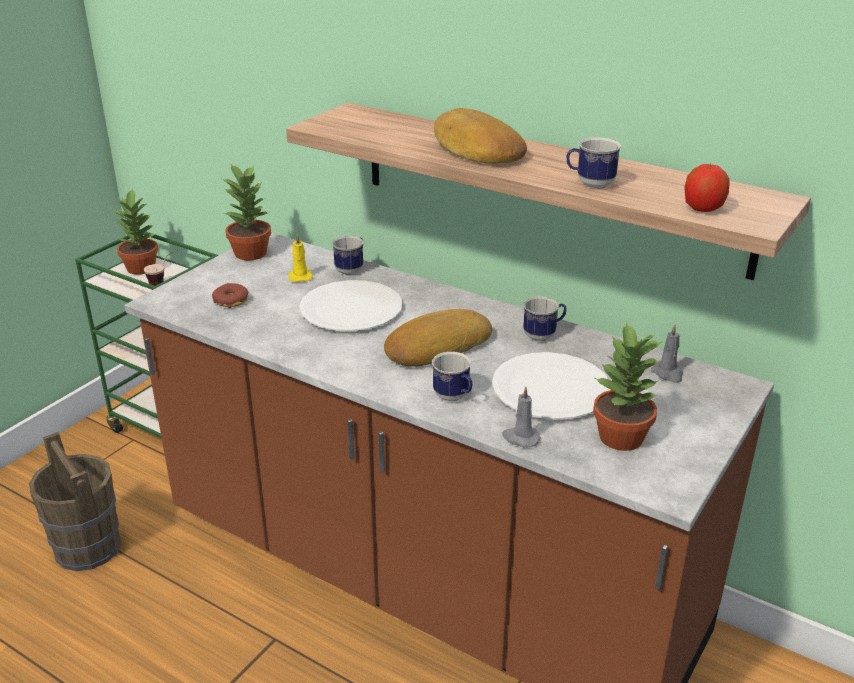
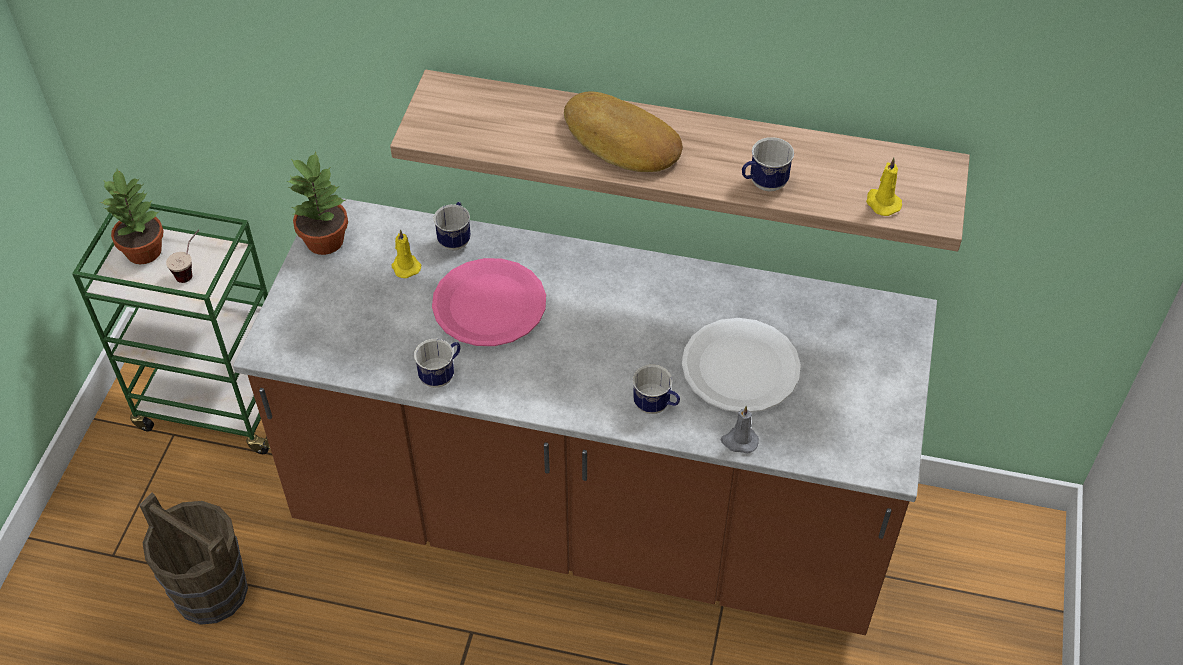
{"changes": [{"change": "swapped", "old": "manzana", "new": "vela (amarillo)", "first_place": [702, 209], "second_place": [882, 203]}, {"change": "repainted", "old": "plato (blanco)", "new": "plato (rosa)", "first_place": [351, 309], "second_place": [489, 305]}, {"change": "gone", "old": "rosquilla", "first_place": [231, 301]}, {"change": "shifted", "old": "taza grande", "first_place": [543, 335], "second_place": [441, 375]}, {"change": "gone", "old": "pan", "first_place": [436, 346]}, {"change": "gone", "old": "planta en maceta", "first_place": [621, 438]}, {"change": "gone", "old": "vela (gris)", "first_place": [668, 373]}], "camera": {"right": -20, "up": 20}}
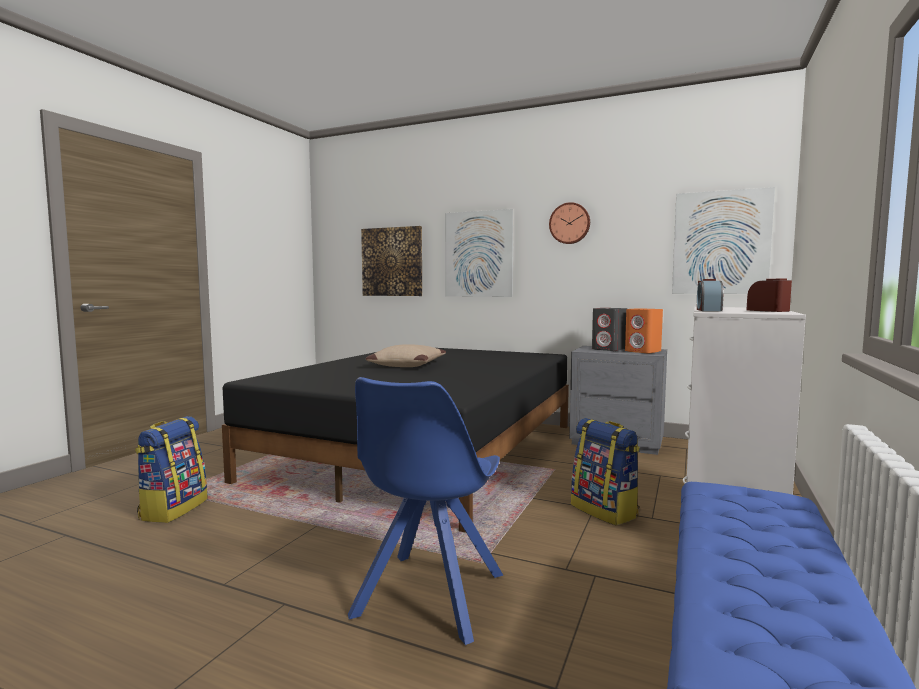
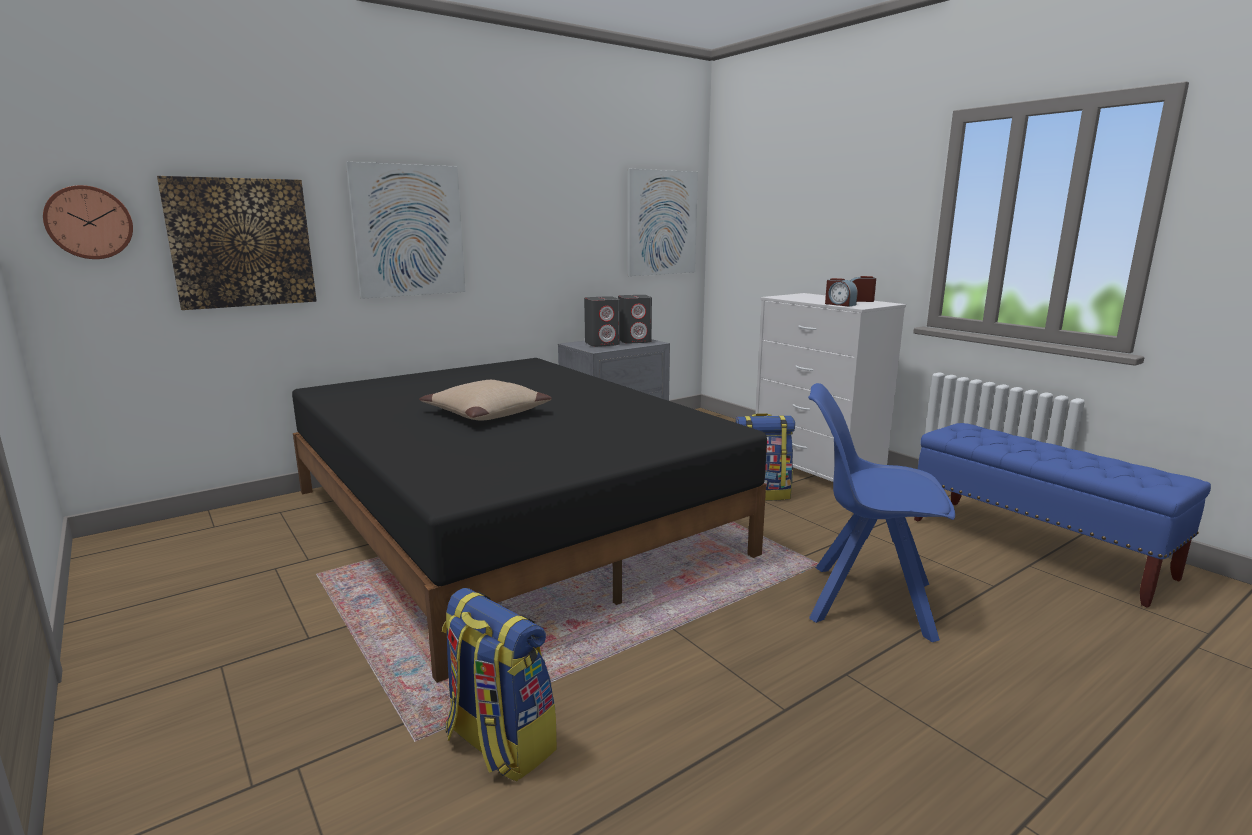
{"changes": [{"change": "shifted", "old": "reloj de pared", "first_place": [570, 223], "second_place": [89, 222]}, {"change": "repainted", "old": "altavoz (naranja)", "new": "altavoz (gris)", "first_place": [643, 351], "second_place": [635, 341]}, {"change": "rotated", "old": "silla (azul)", "first_place": [427, 597], "second_place": [866, 600], "degrees": 150}], "camera": {"right": -60, "up": 10}}
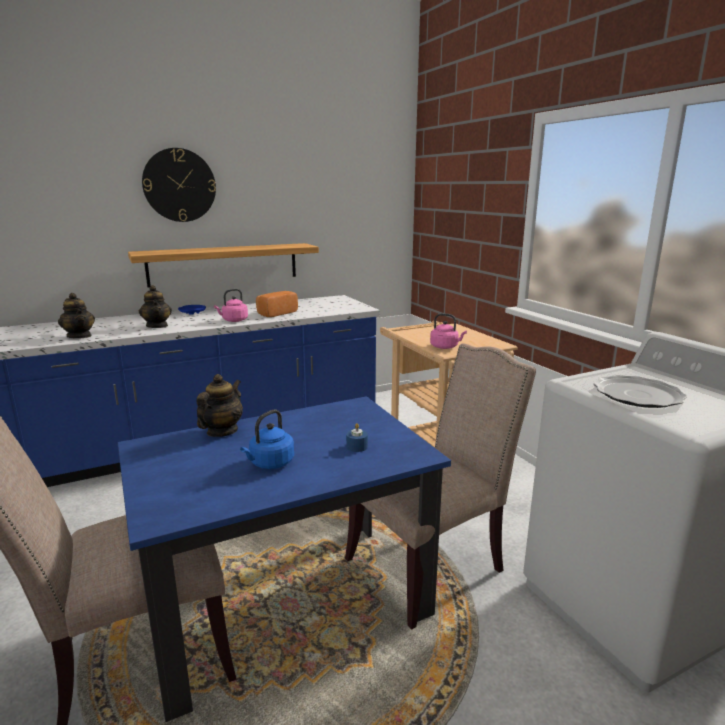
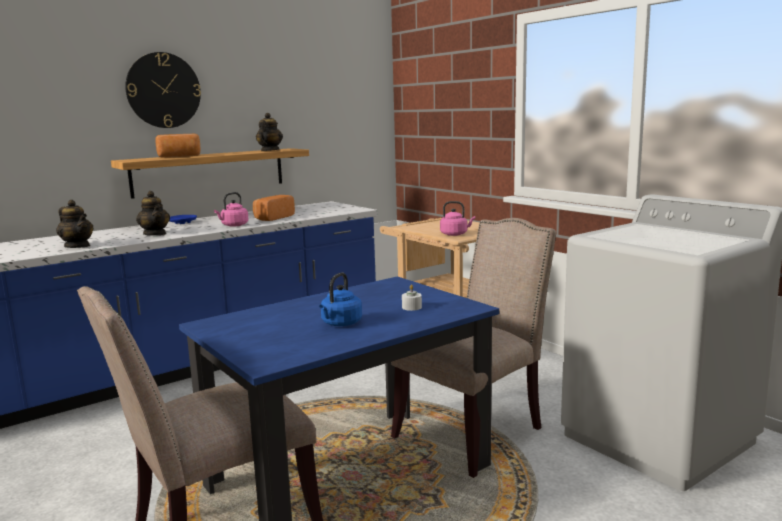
{"changes": [{"change": "shifted", "old": "tetera", "first_place": [222, 431], "second_place": [269, 151]}, {"change": "gone", "old": "plato", "first_place": [638, 395]}, {"change": "repainted", "old": "vela (azul)", "new": "vela (blanco)", "first_place": [357, 446], "second_place": [411, 307]}, {"change": "new", "new": "pan", "second_place": [179, 156]}], "camera": {"right": -10, "up": -5}}
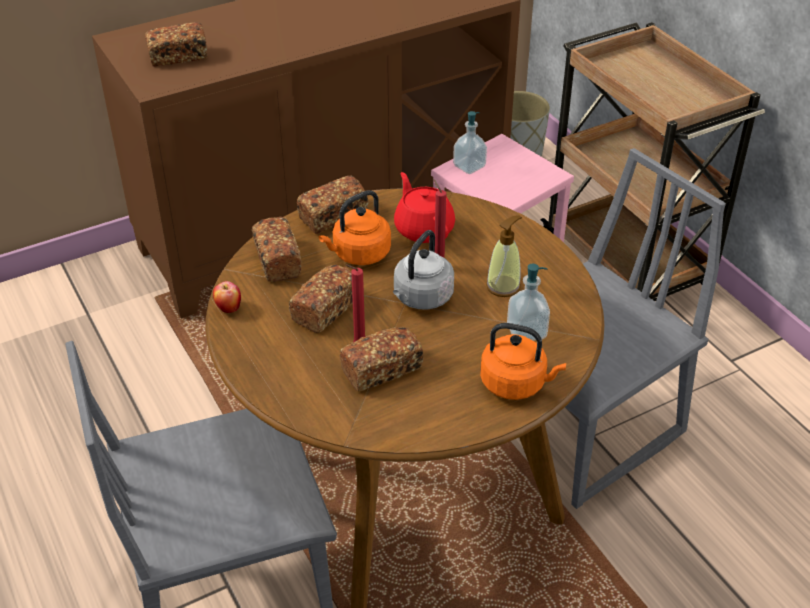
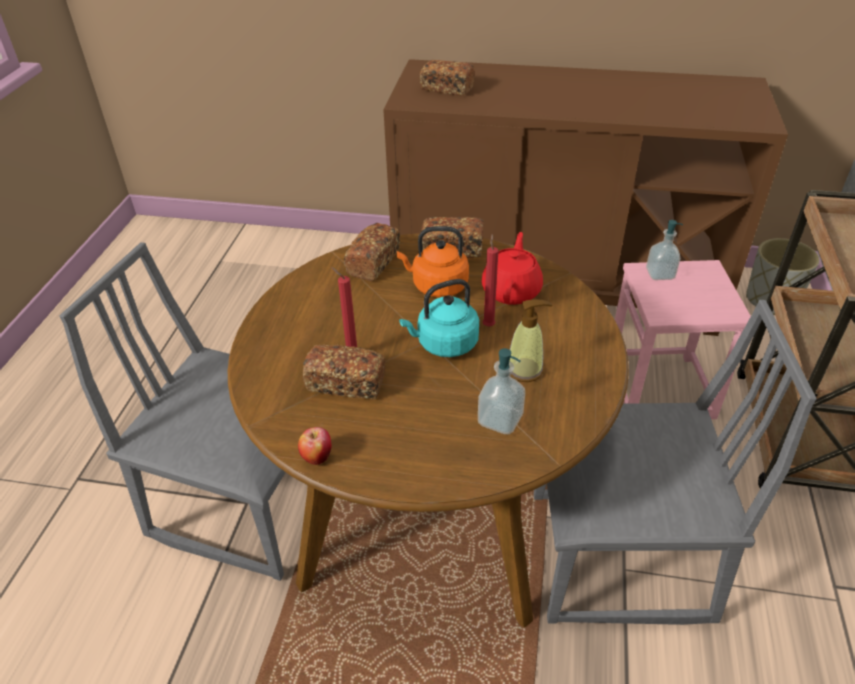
{"changes": [{"change": "repainted", "old": "hervidor (gris)", "new": "hervidor (turquesa)", "first_place": [421, 298], "second_place": [444, 344]}, {"change": "gone", "old": "pan", "first_place": [326, 309]}, {"change": "shifted", "old": "manzana", "first_place": [228, 308], "second_place": [317, 457]}, {"change": "gone", "old": "hervidor (naranja)", "first_place": [516, 384]}], "camera": {"right": 40, "up": 0}}
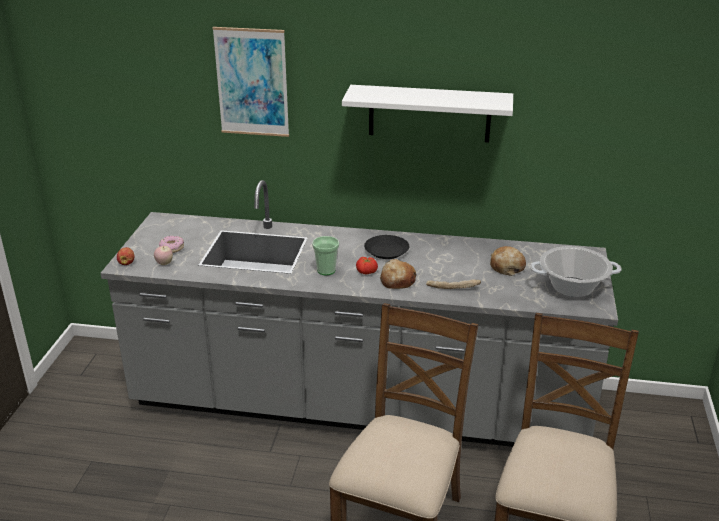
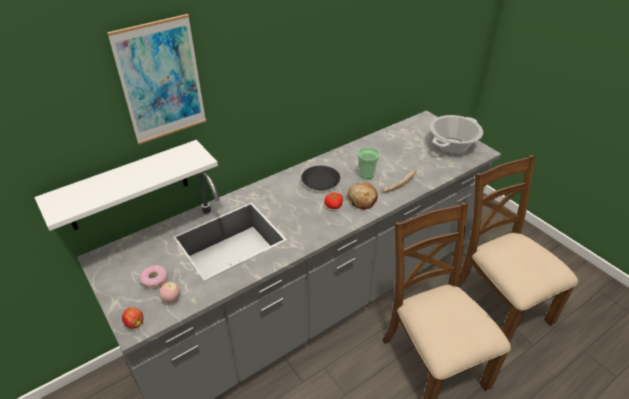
{"changes": [{"change": "shifted", "old": "estante (blanco)", "first_place": [429, 113], "second_place": [127, 186]}, {"change": "shifted", "old": "taza", "first_place": [326, 270], "second_place": [366, 175]}, {"change": "gone", "old": "pan", "first_place": [506, 267]}], "camera": {"right": -45, "up": 10}}
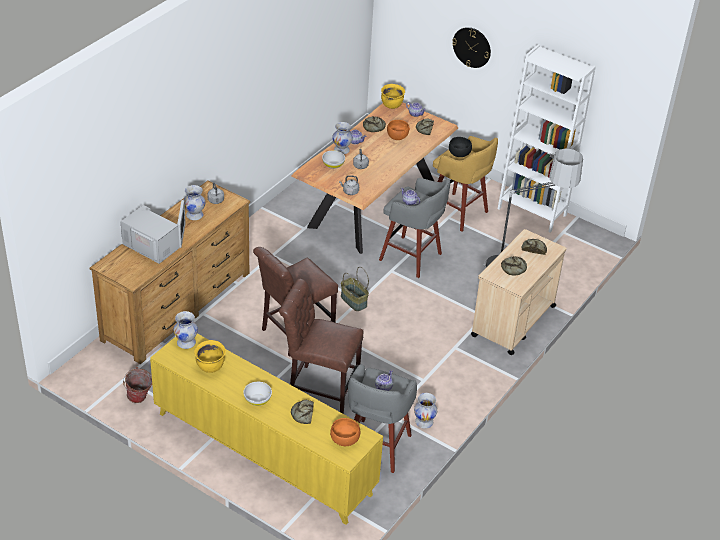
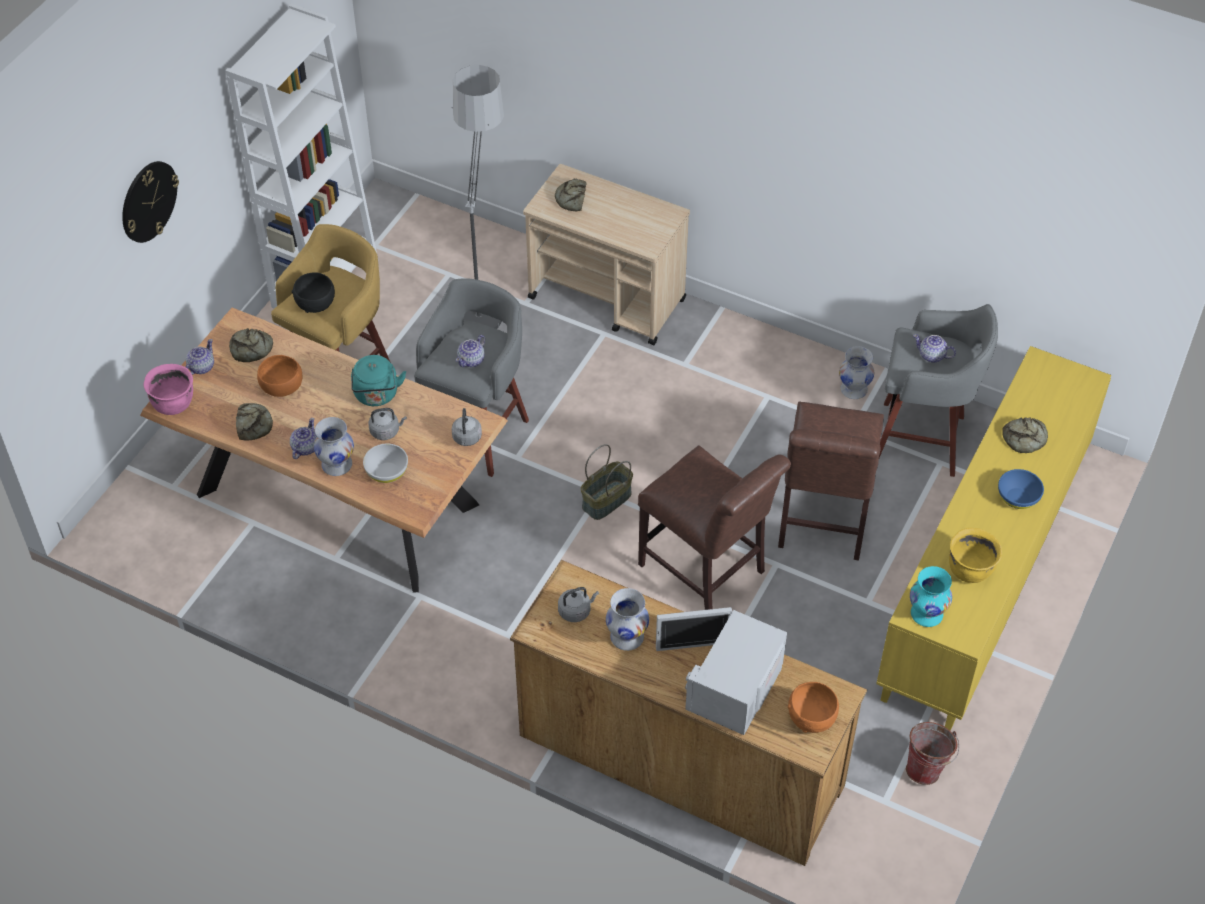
{"changes": [{"change": "repainted", "old": "olla (amarillo)", "new": "olla (rosa)", "first_place": [392, 105], "second_place": [173, 404]}, {"change": "gone", "old": "pan", "first_place": [514, 268]}, {"change": "repainted", "old": "florero (blanco)", "new": "florero (turquesa)", "first_place": [186, 342], "second_place": [926, 613]}, {"change": "repainted", "old": "cuenco (blanco)", "new": "cuenco (azul)", "first_place": [257, 399], "second_place": [1017, 498]}, {"change": "shifted", "old": "cuenco (naranja)", "first_place": [345, 440], "second_place": [811, 717]}, {"change": "new", "new": "hervidor (turquesa)", "second_place": [377, 396]}], "camera": {"right": -95, "up": 10}}
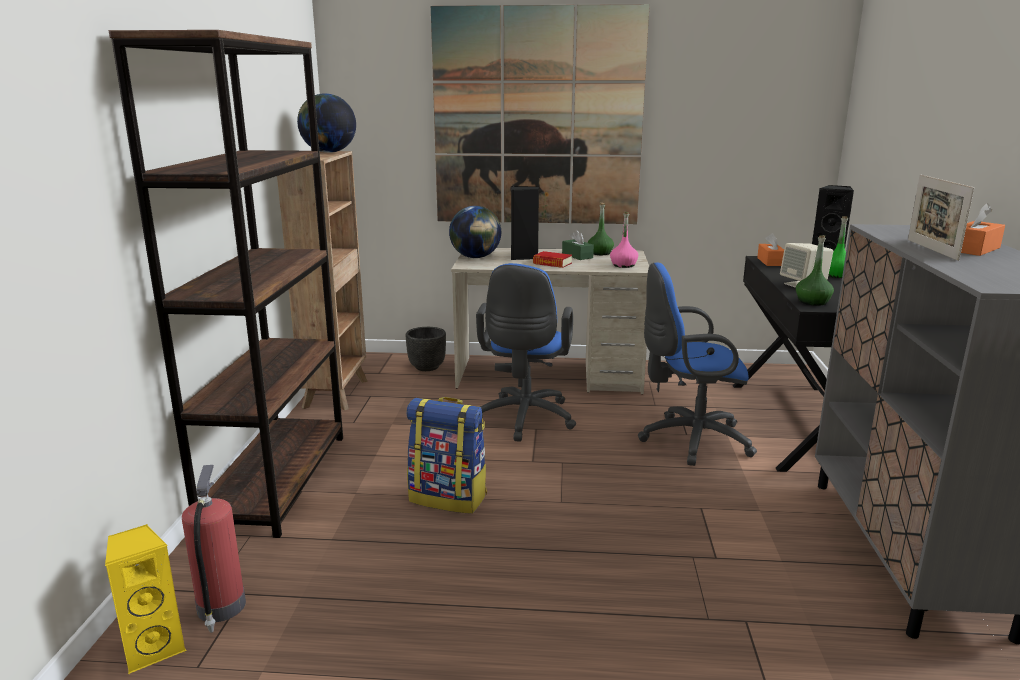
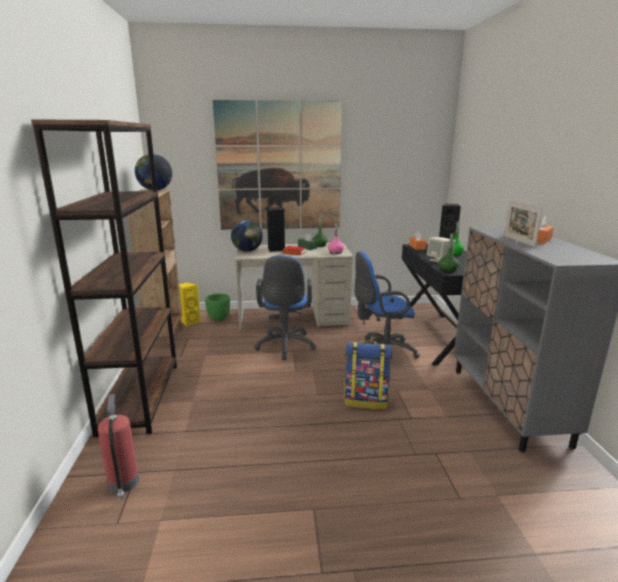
{"changes": [{"change": "repainted", "old": "maceta (negro)", "new": "maceta (verde)", "first_place": [426, 367], "second_place": [218, 318]}, {"change": "shifted", "old": "mochila", "first_place": [449, 497], "second_place": [366, 400]}, {"change": "shifted", "old": "altavoz (amarillo)", "first_place": [154, 648], "second_place": [189, 322]}], "camera": {"right": -10, "up": 0}}
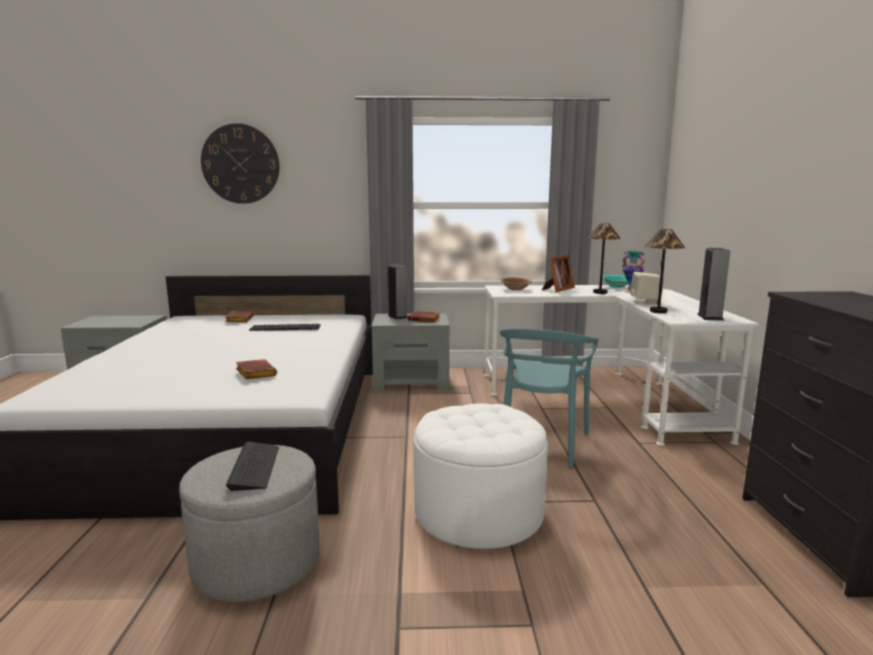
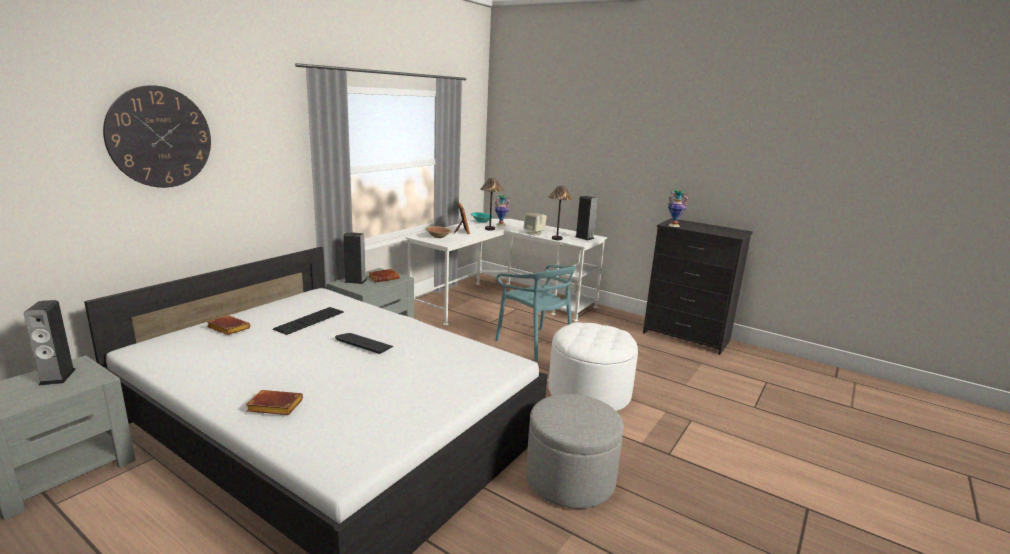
{"changes": [{"change": "shifted", "old": "libro (marrón)", "first_place": [254, 373], "second_place": [273, 407]}, {"change": "shifted", "old": "teclado", "first_place": [254, 467], "second_place": [364, 343]}, {"change": "new", "new": "florero", "second_place": [674, 225]}, {"change": "new", "new": "altavoz", "second_place": [57, 377]}], "camera": {"right": -55, "up": 5}}
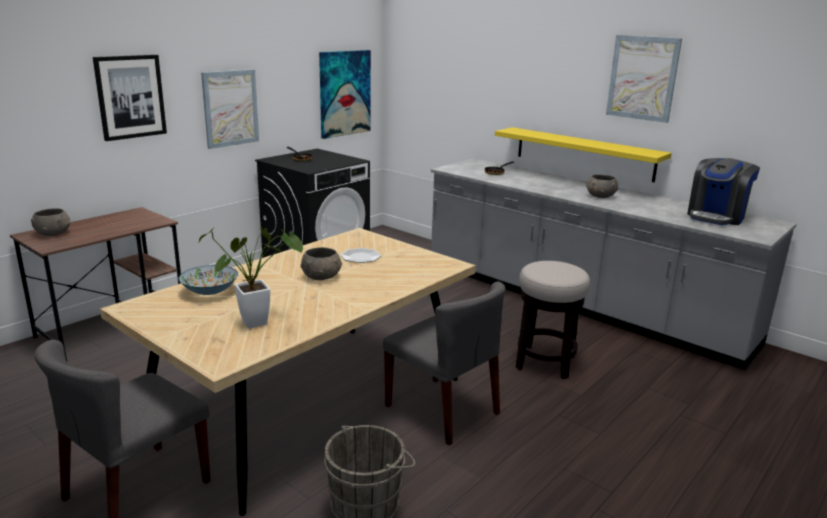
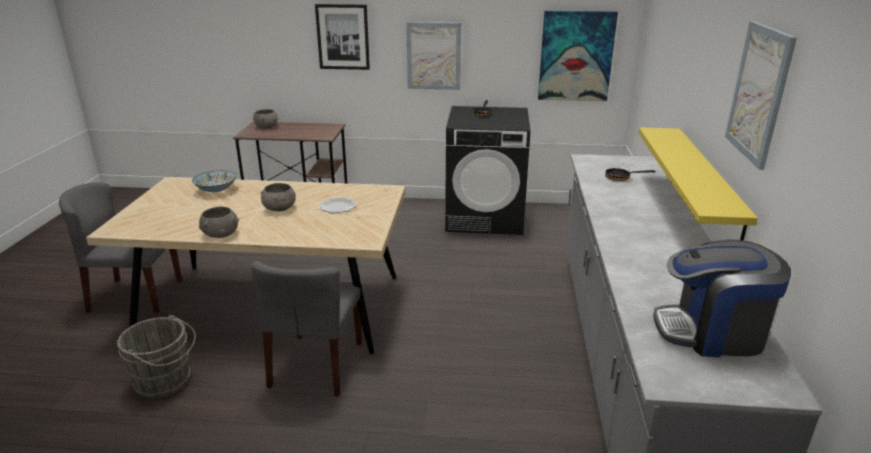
{"changes": [{"change": "shifted", "old": "cuenco (gris)", "first_place": [600, 196], "second_place": [220, 234]}, {"change": "gone", "old": "planta en maceta", "first_place": [261, 322]}, {"change": "gone", "old": "taburete", "first_place": [545, 362]}], "camera": {"right": 55, "up": 5}}
